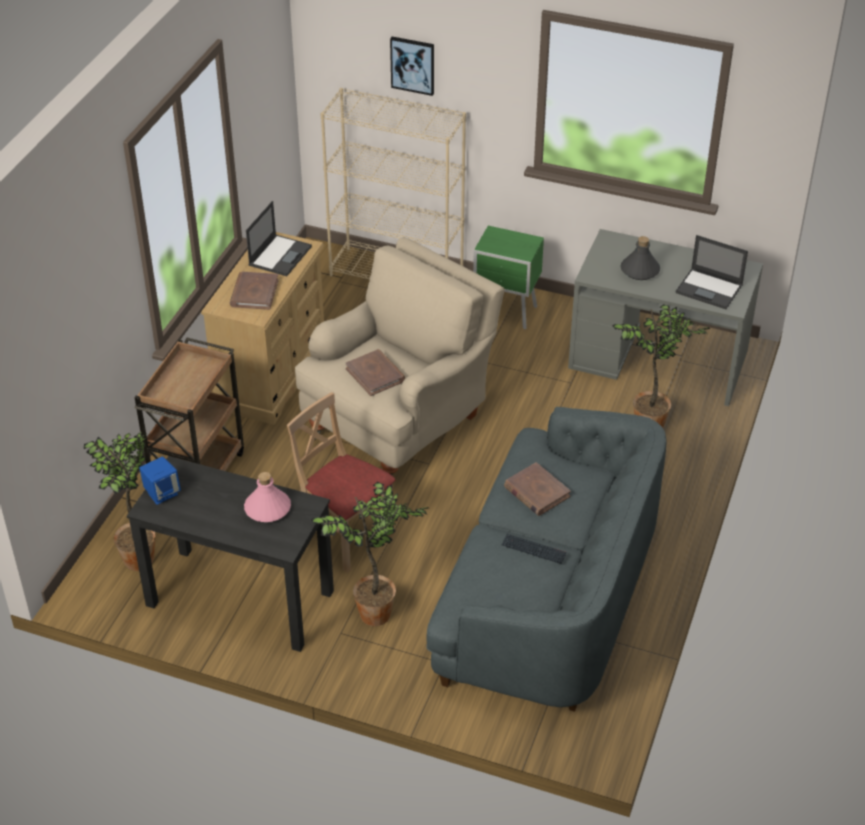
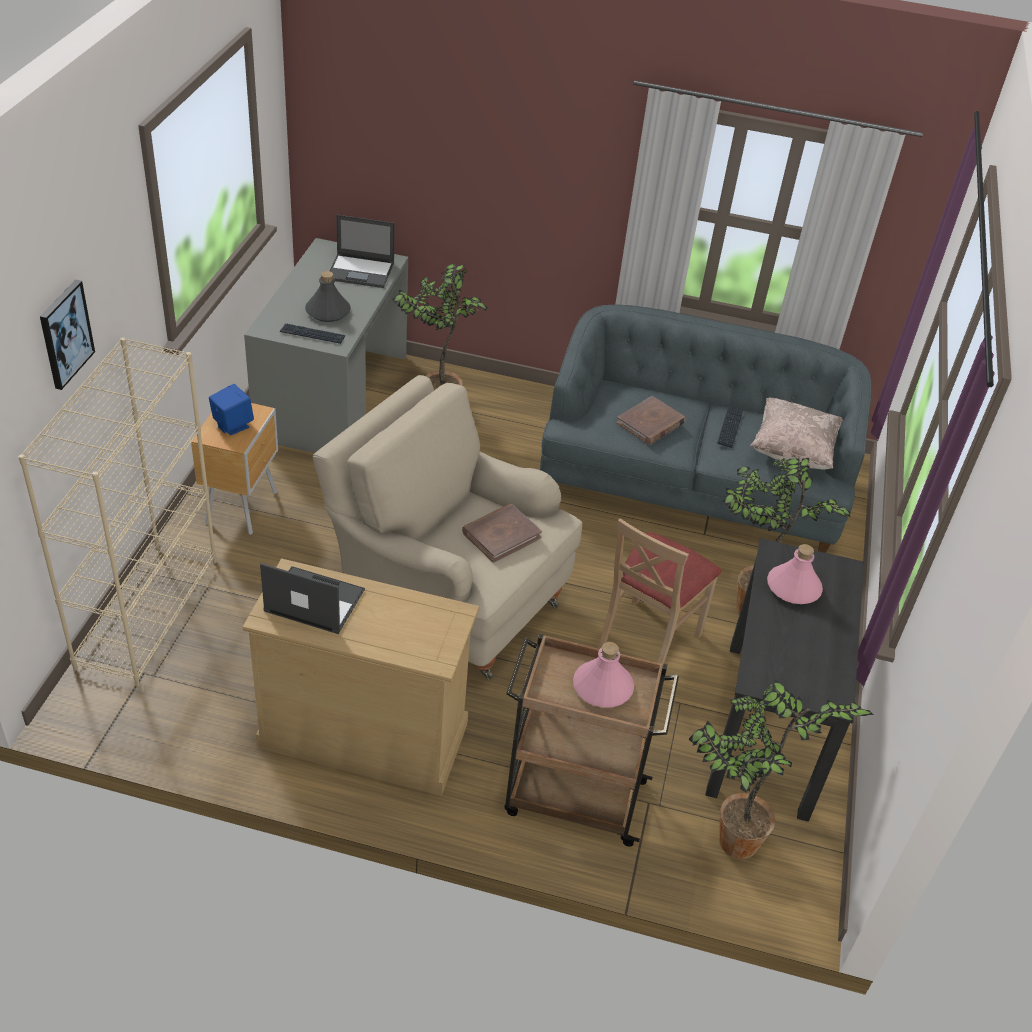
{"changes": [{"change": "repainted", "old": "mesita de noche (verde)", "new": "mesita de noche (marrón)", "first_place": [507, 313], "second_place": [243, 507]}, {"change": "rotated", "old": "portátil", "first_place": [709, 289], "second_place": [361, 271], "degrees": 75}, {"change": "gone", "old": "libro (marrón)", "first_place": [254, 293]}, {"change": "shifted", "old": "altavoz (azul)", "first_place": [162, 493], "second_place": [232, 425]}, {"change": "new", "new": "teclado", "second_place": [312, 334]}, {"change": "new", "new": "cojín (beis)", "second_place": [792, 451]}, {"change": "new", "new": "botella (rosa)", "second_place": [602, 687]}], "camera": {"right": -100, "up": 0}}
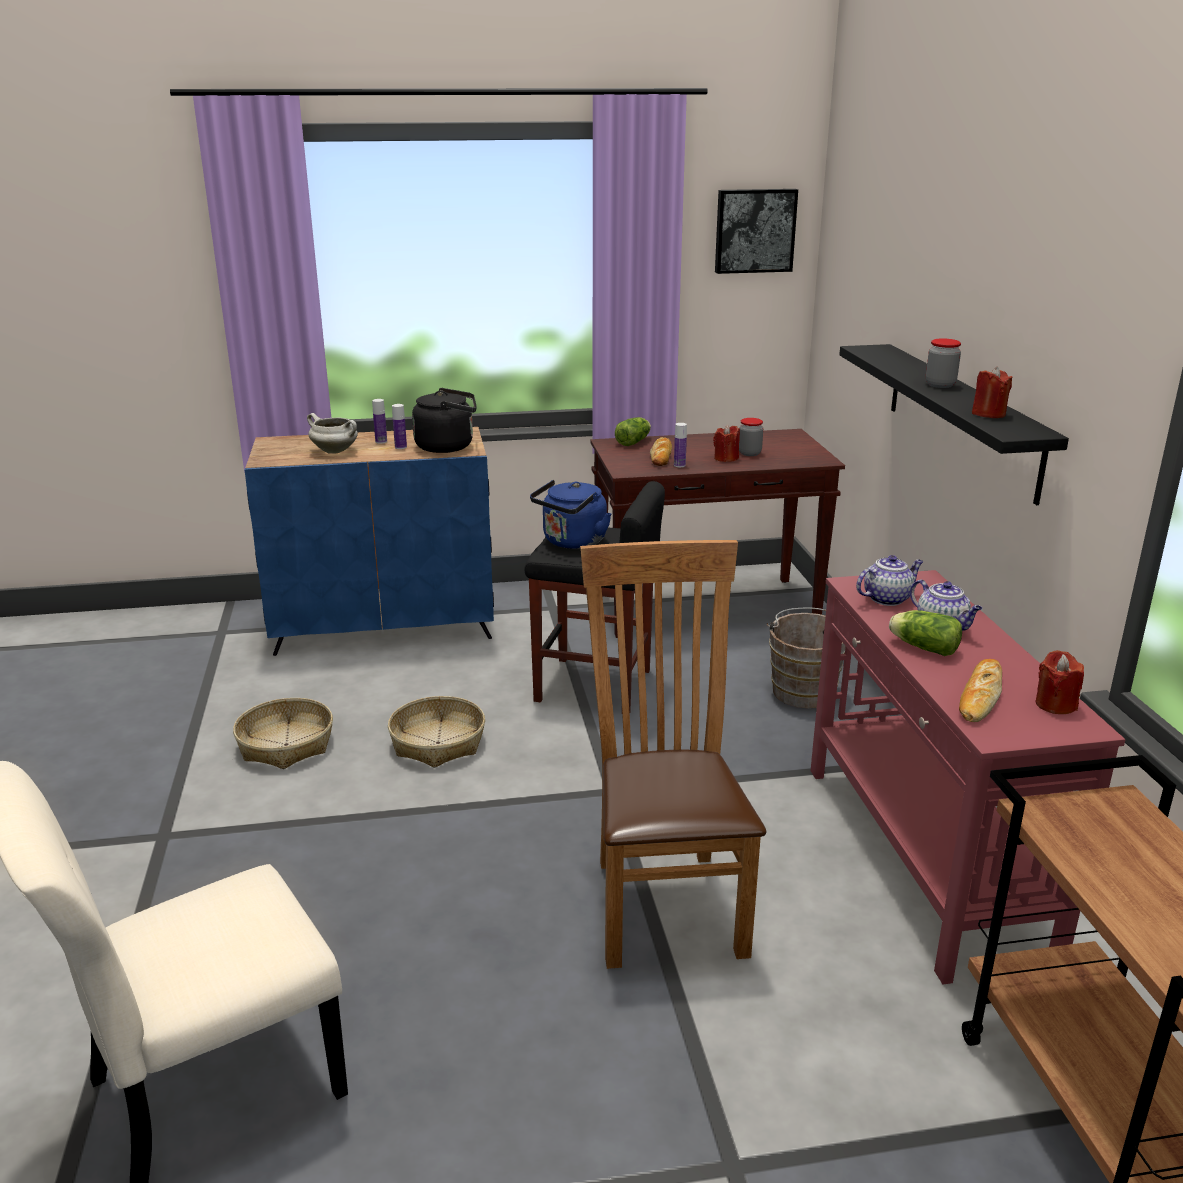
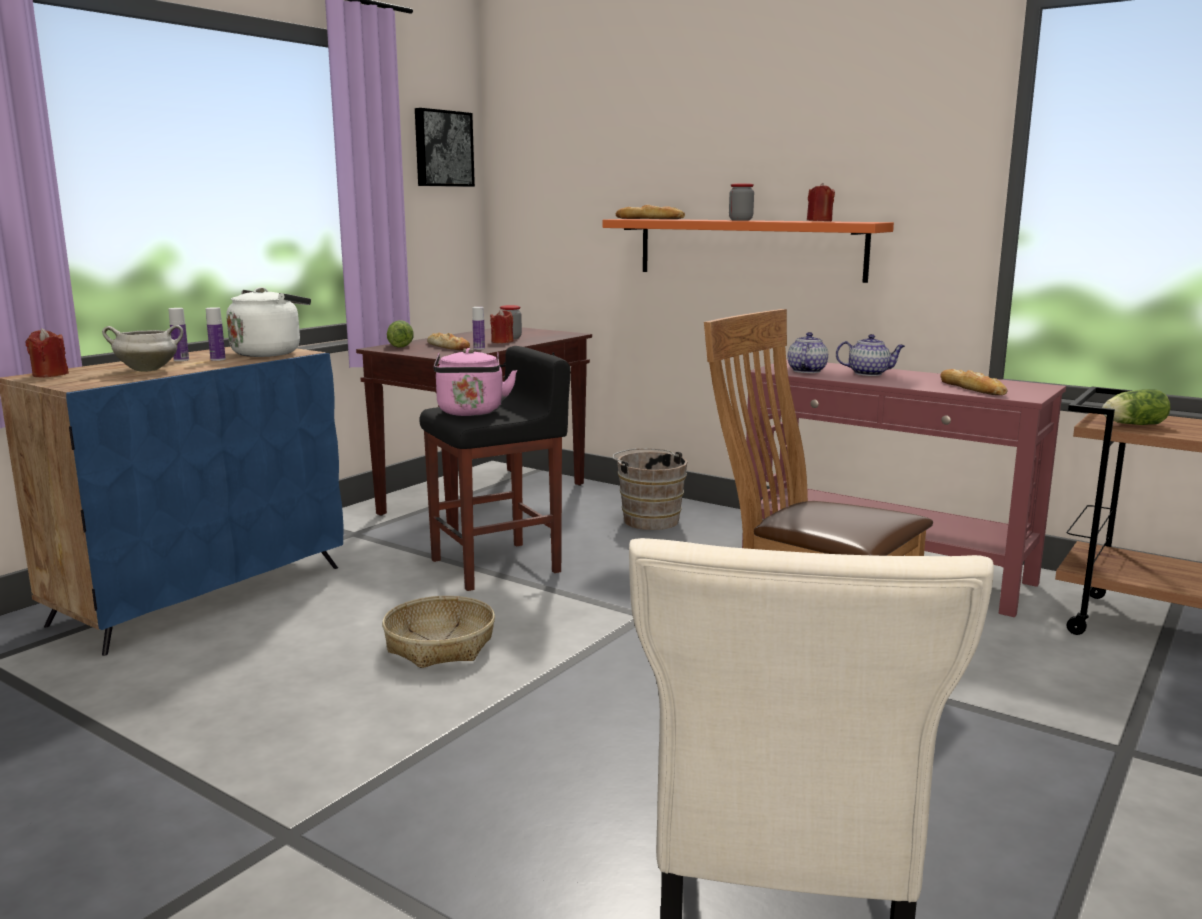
{"changes": [{"change": "repainted", "old": "estante (negro)", "new": "estante (naranja)", "first_place": [961, 418], "second_place": [748, 248]}, {"change": "repainted", "old": "hervidor (negro)", "new": "hervidor (blanco)", "first_place": [448, 446], "second_place": [269, 353]}, {"change": "repainted", "old": "hervidor (azul)", "new": "hervidor (rosa)", "first_place": [572, 542], "second_place": [471, 413]}, {"change": "shifted", "old": "lechuga", "first_place": [922, 647], "second_place": [1131, 424]}, {"change": "shifted", "old": "vela (rojo)", "first_place": [1055, 704], "second_place": [50, 374]}, {"change": "gone", "old": "cesta", "first_place": [285, 745]}, {"change": "new", "new": "pan", "second_place": [649, 219]}], "camera": {"right": -45, "up": -10}}
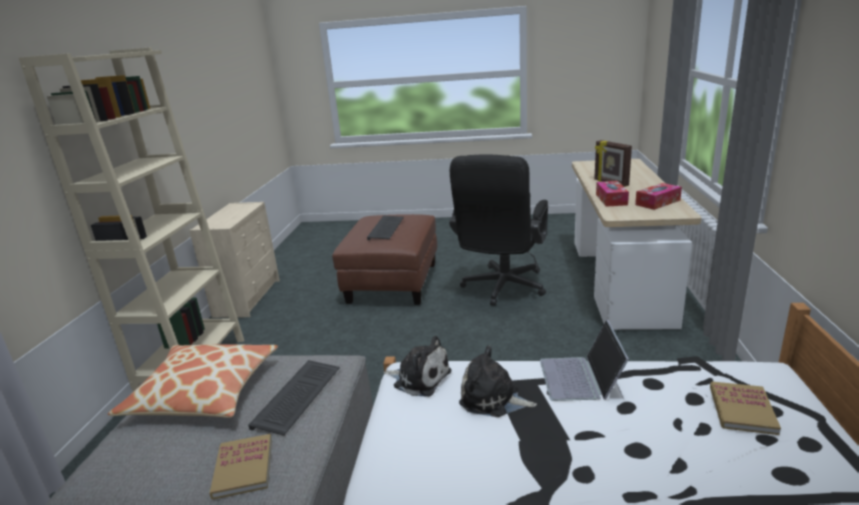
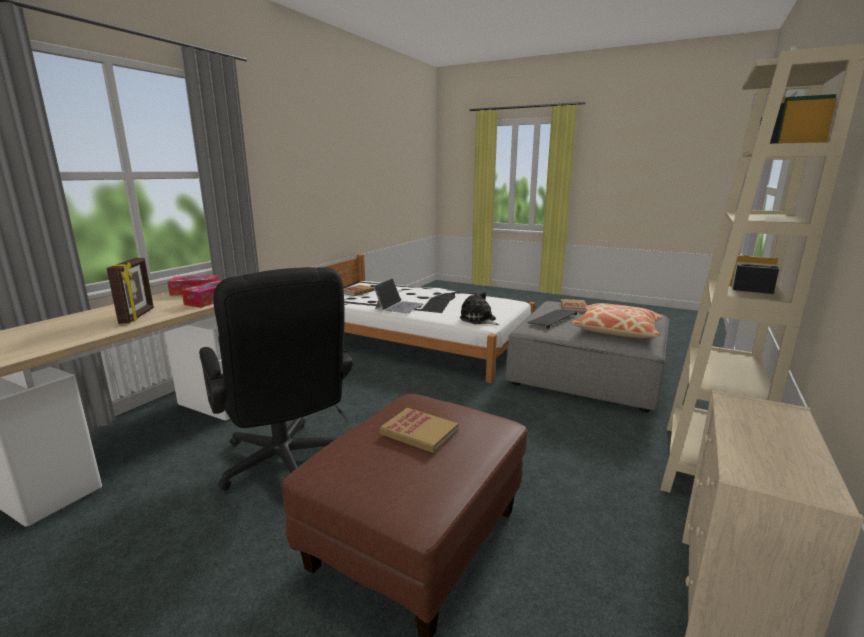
{"changes": [{"change": "rotated", "old": "silla de oficina (negro)", "first_place": [502, 289], "second_place": [285, 466], "degrees": 105}, {"change": "swapped", "old": "teclado", "new": "libro", "first_place": [386, 229], "second_place": [419, 432]}, {"change": "gone", "old": "peluche", "first_place": [493, 399]}], "camera": {"right": -160, "up": -5}}
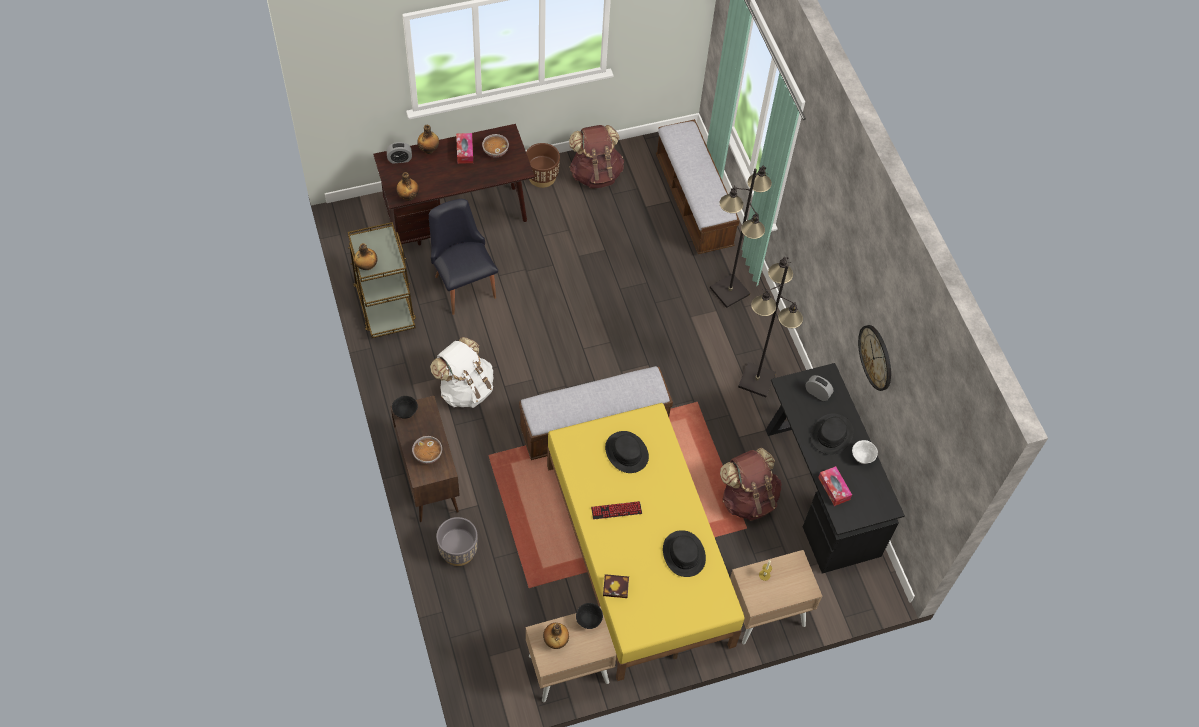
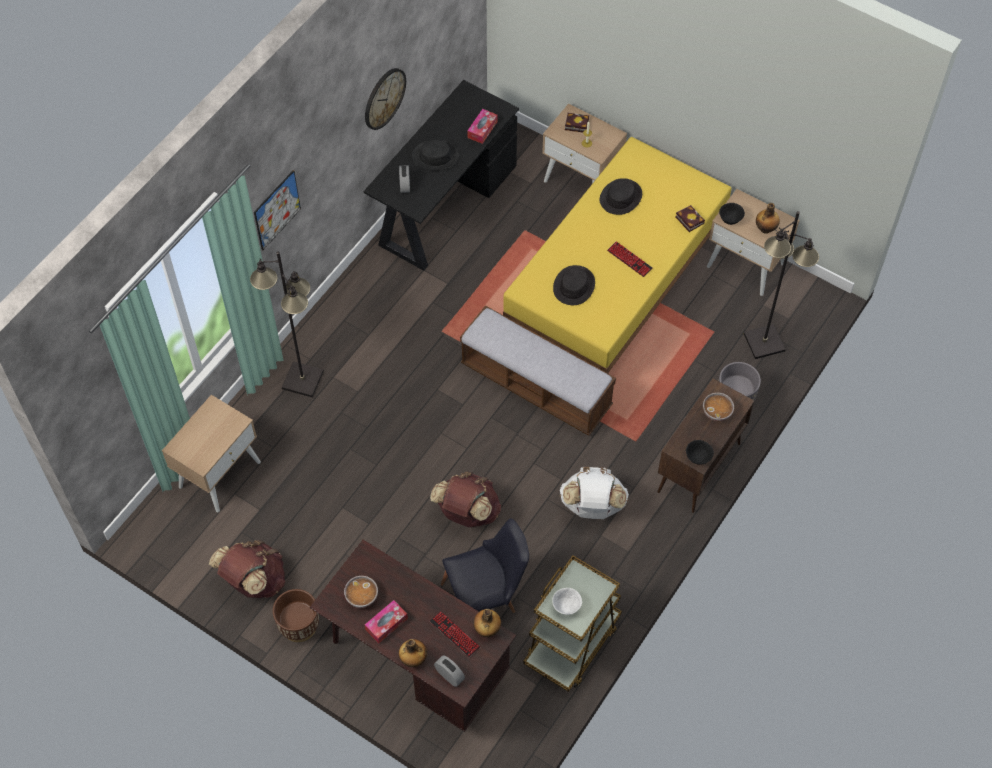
{"changes": [{"change": "swapped", "old": "banco", "new": "mesita de noche (beis)", "first_place": [693, 202], "second_place": [220, 474]}, {"change": "rotated", "old": "silla (negro)", "first_place": [463, 282], "second_place": [486, 597], "degrees": -135}, {"change": "gone", "old": "botella", "first_place": [366, 266]}, {"change": "shifted", "old": "lámpara de pie (negro)", "first_place": [757, 380], "second_place": [763, 342]}, {"change": "shifted", "old": "cuenco (blanco)", "first_place": [862, 457], "second_place": [566, 606]}, {"change": "shifted", "old": "mochila (marrón)", "first_place": [748, 498], "second_place": [467, 513]}, {"change": "new", "new": "libro", "second_place": [575, 124]}, {"change": "new", "new": "cuadro", "second_place": [277, 210]}, {"change": "new", "new": "teclado", "second_place": [454, 634]}], "camera": {"right": -125, "up": 0}}
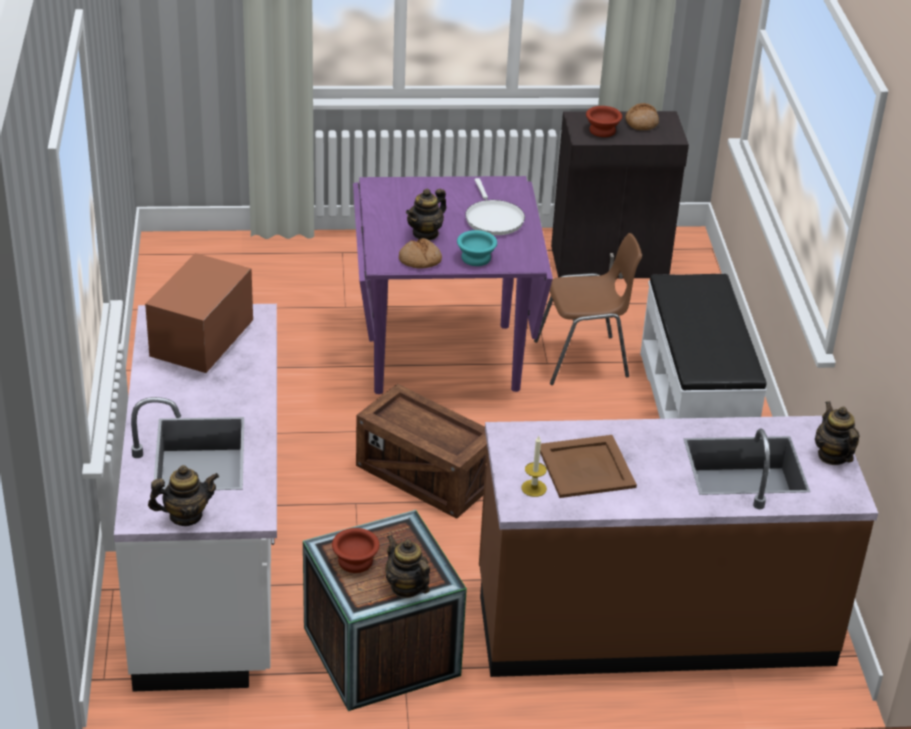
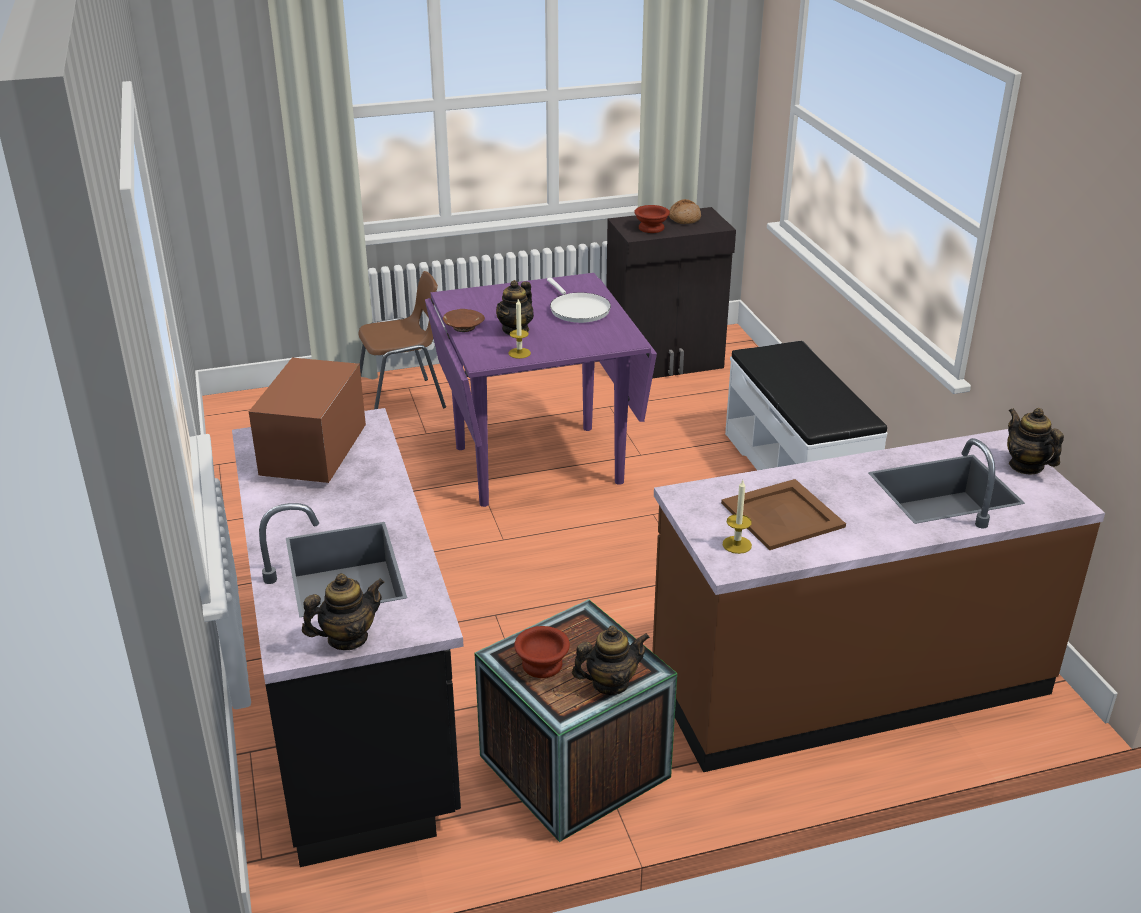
{"changes": [{"change": "gone", "old": "cuenco (turquesa)", "first_place": [475, 257]}, {"change": "shifted", "old": "silla (marrón)", "first_place": [584, 360], "second_place": [403, 400]}, {"change": "swapped", "old": "pan", "new": "vela", "first_place": [420, 260], "second_place": [519, 353]}, {"change": "repainted", "old": "mueble bajo de cocina (blanco)", "new": "mueble bajo de cocina (negro)", "first_place": [211, 564], "second_place": [355, 704]}, {"change": "gone", "old": "caja de embalaje", "first_place": [425, 476]}, {"change": "rotated", "old": "tetera", "first_place": [406, 587], "second_place": [610, 683], "degrees": 120}, {"change": "new", "new": "cuenco (marrón)", "second_place": [463, 327]}], "camera": {"right": -10, "up": -5}}
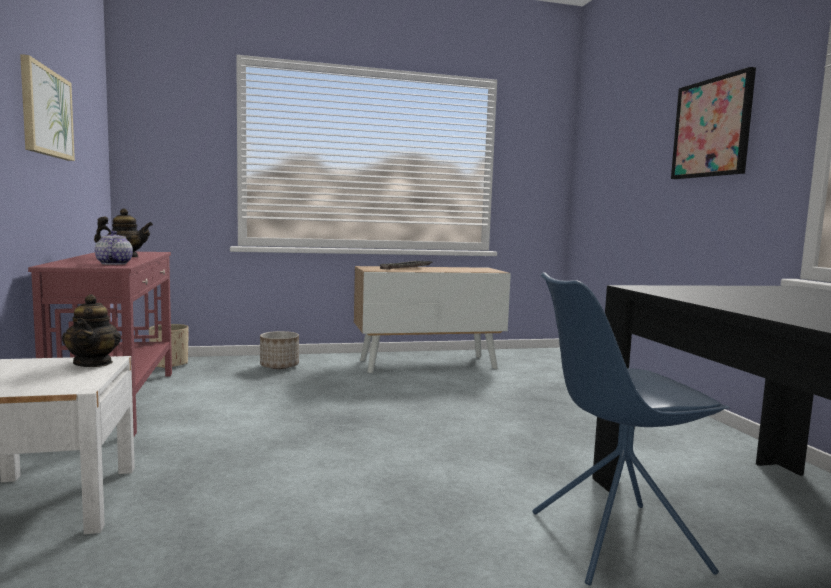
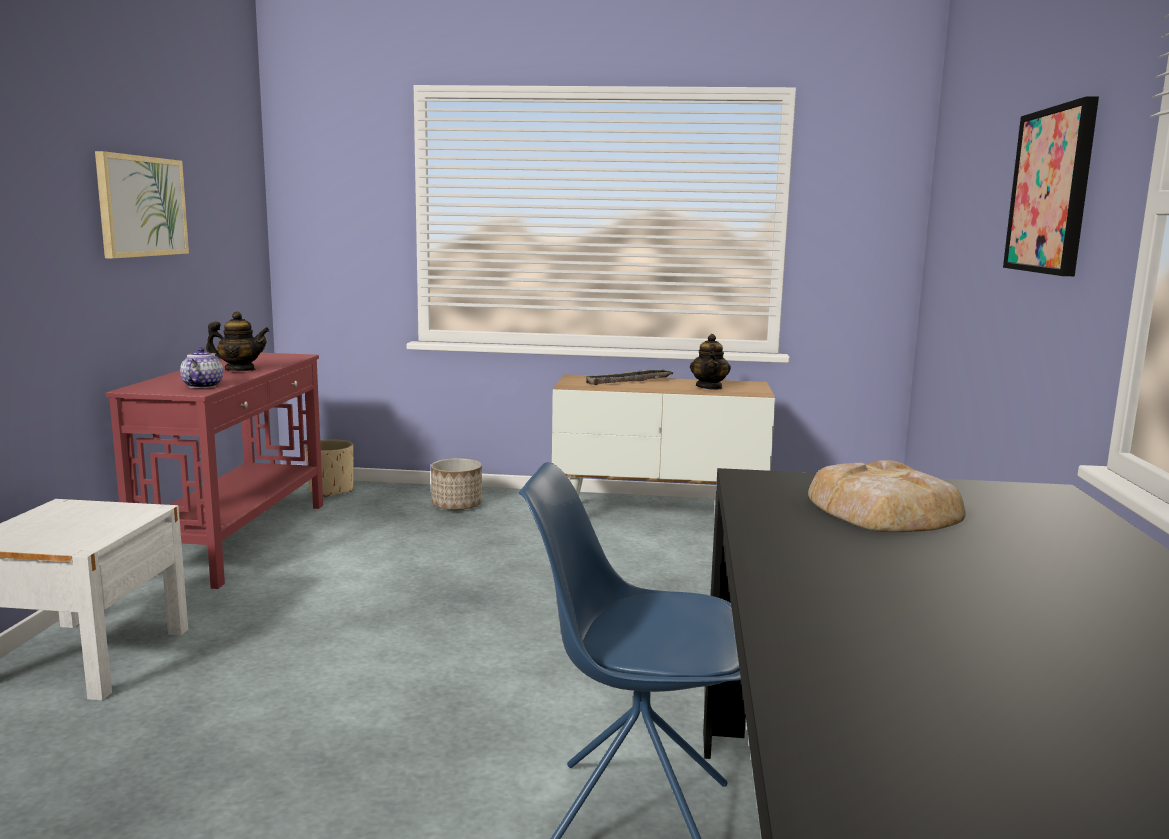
{"changes": [{"change": "shifted", "old": "tetera", "first_place": [93, 363], "second_place": [709, 387]}, {"change": "new", "new": "pan", "second_place": [883, 512]}], "camera": {"right": 20, "up": 5}}
